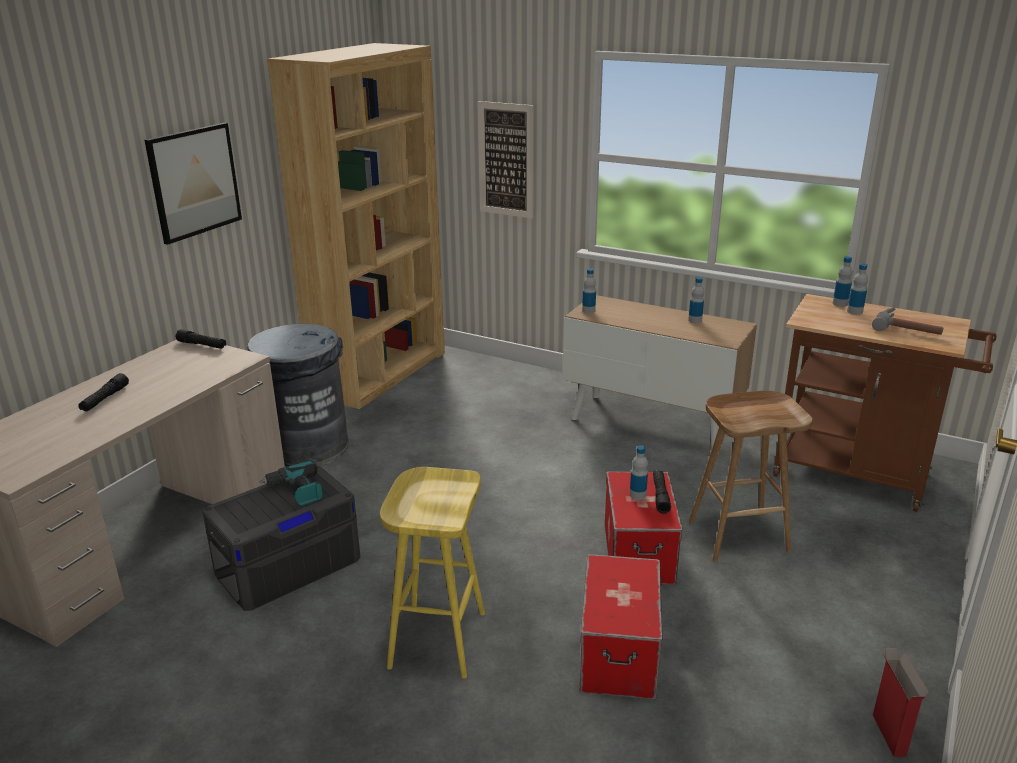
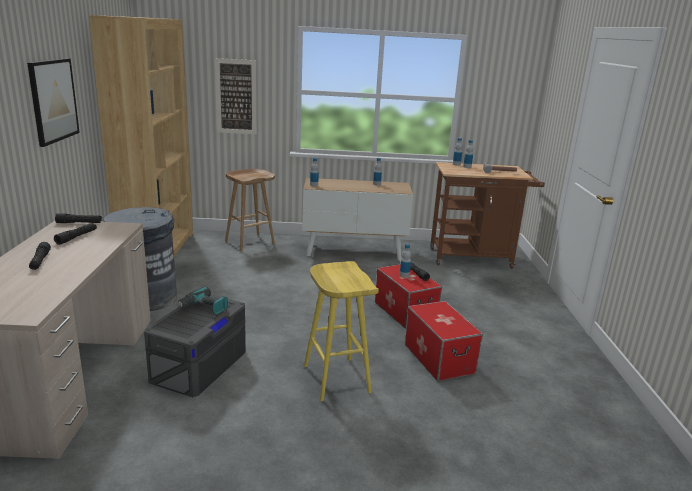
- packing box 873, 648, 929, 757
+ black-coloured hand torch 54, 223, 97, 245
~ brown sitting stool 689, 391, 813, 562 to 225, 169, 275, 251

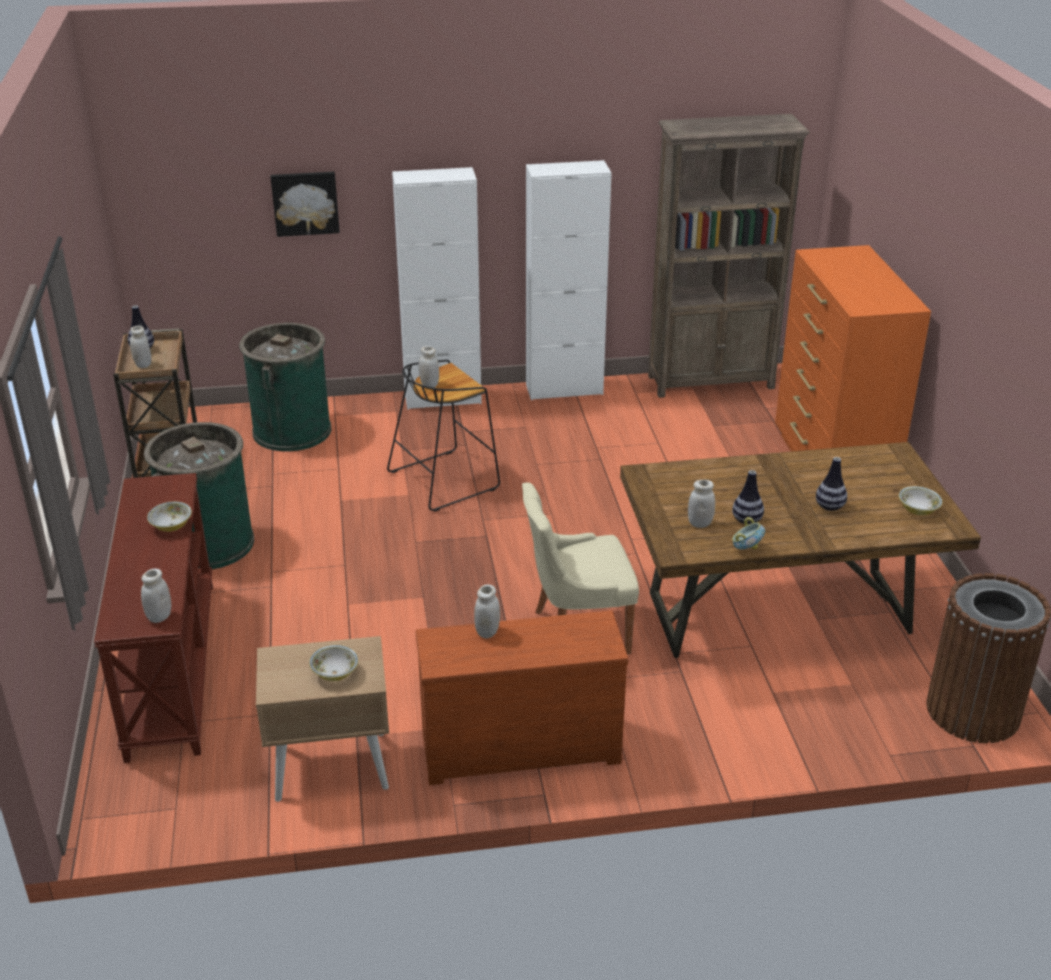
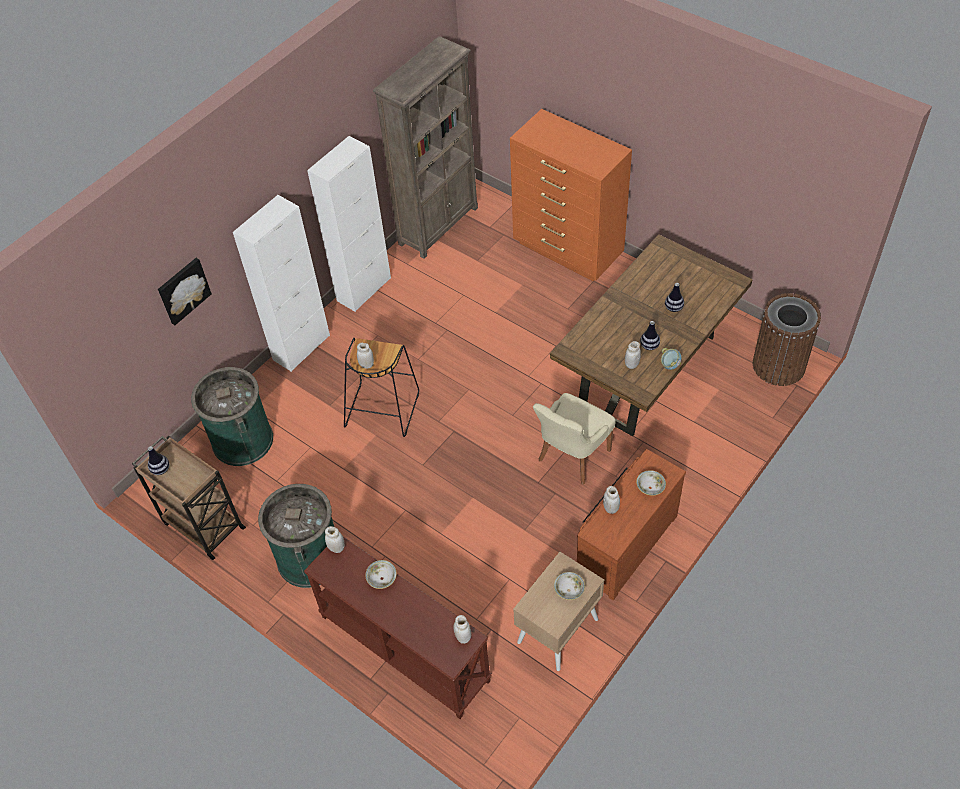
~ whitish storage jar 130, 326, 152, 368 to 325, 526, 344, 553
~ deep dish 899, 486, 943, 515 to 636, 470, 666, 496

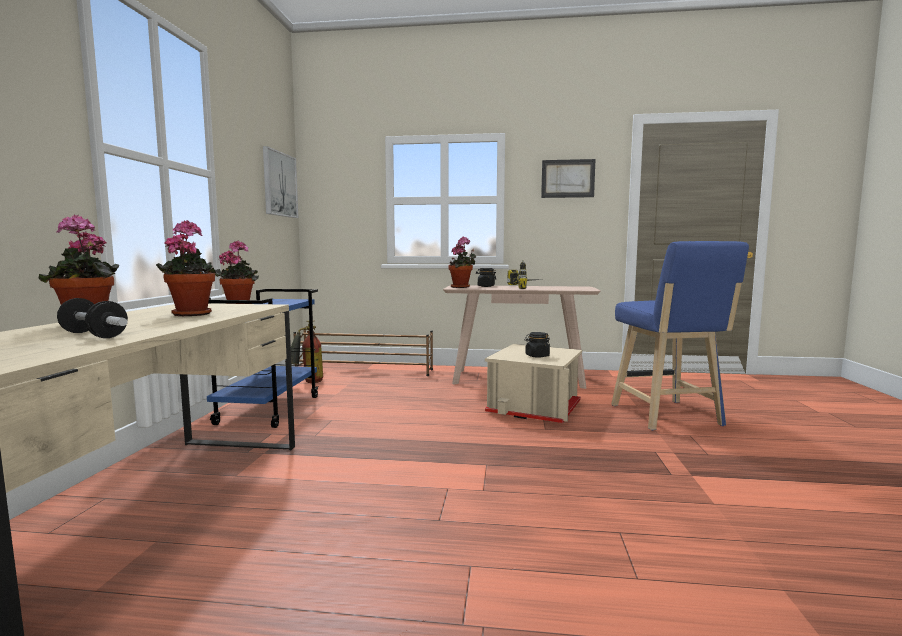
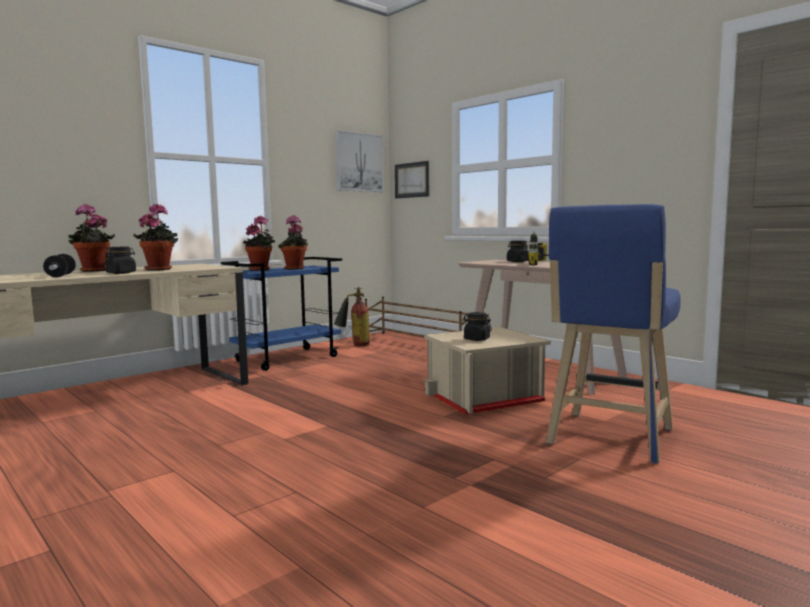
+ black-coloured storage jar 105, 247, 136, 274
~ houseplant 448, 237, 476, 288 to 278, 215, 308, 270
~ wall art 541, 159, 596, 198 to 395, 161, 429, 198

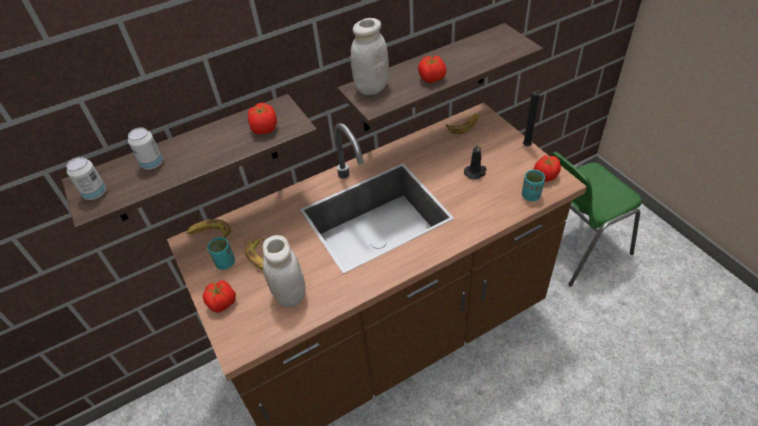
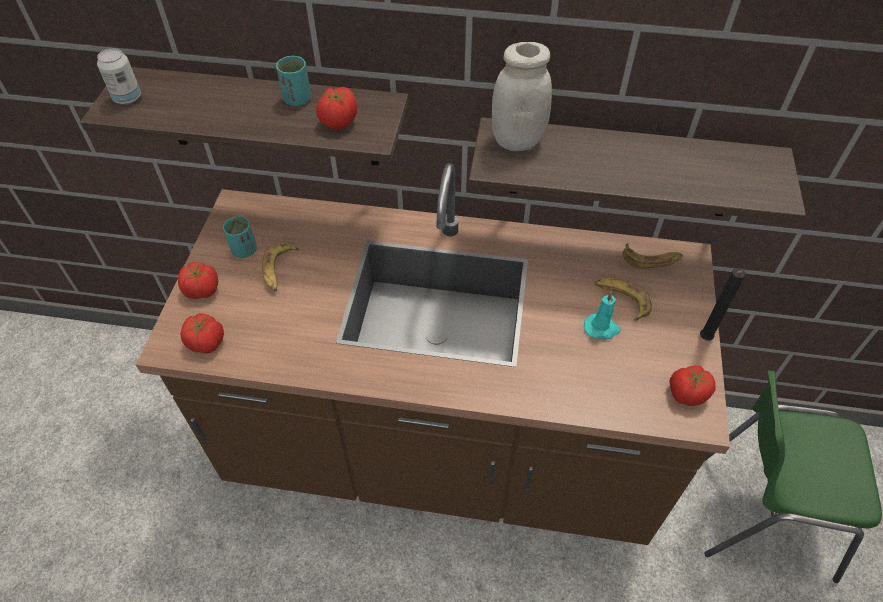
- metal can 128, 127, 163, 170
- whitish storage jar 263, 235, 306, 307
~ whole banana 187, 219, 231, 239 to 595, 278, 652, 321
~ fresh tomato 418, 55, 447, 83 to 180, 313, 224, 353
~ blue-green small cup 522, 170, 545, 201 to 276, 56, 311, 106
~ black-coloured candle 464, 143, 486, 180 to blue-green candle 584, 291, 621, 339

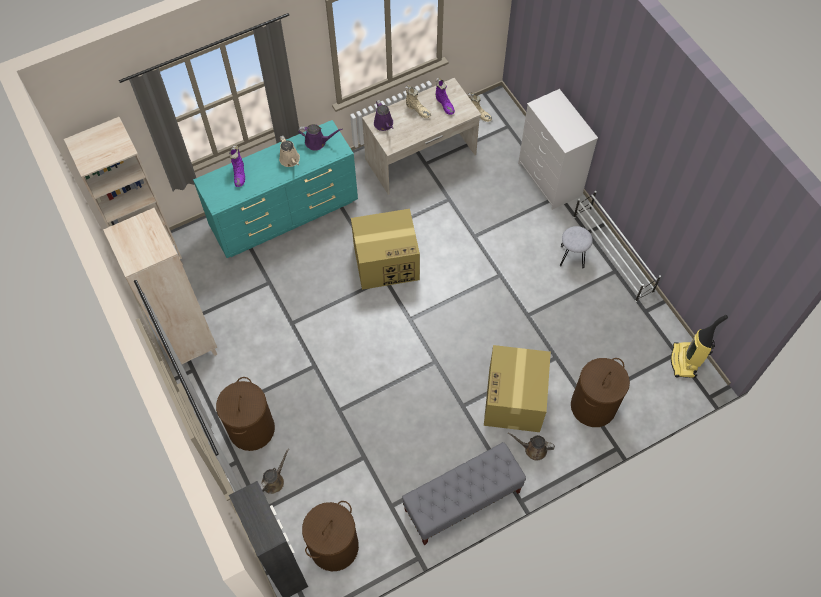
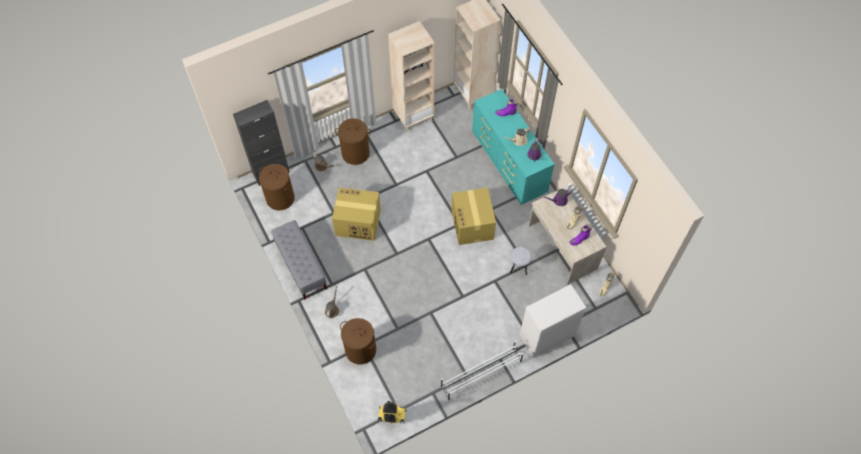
~ packing box 484, 345, 551, 432 to 332, 187, 381, 241
~ grey sitting stool 560, 226, 593, 268 to 510, 247, 532, 275

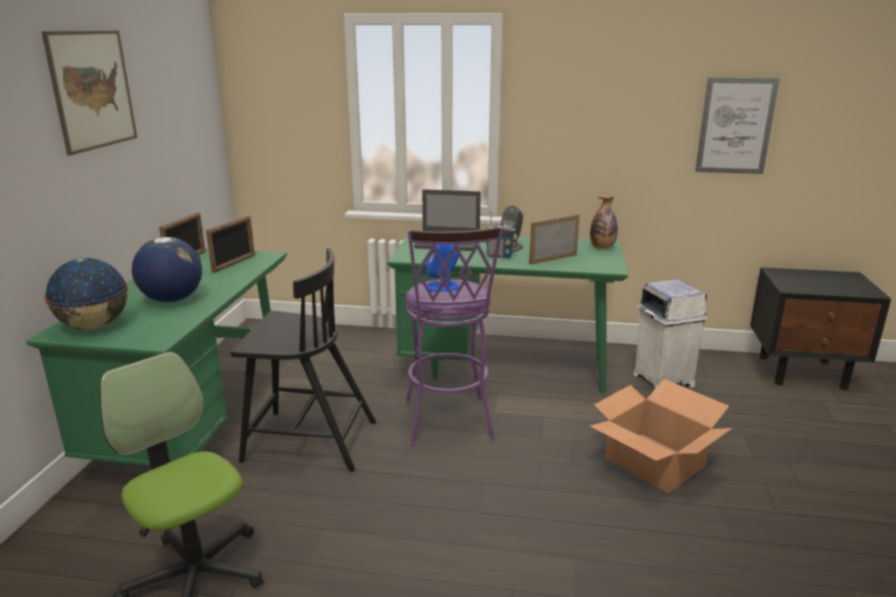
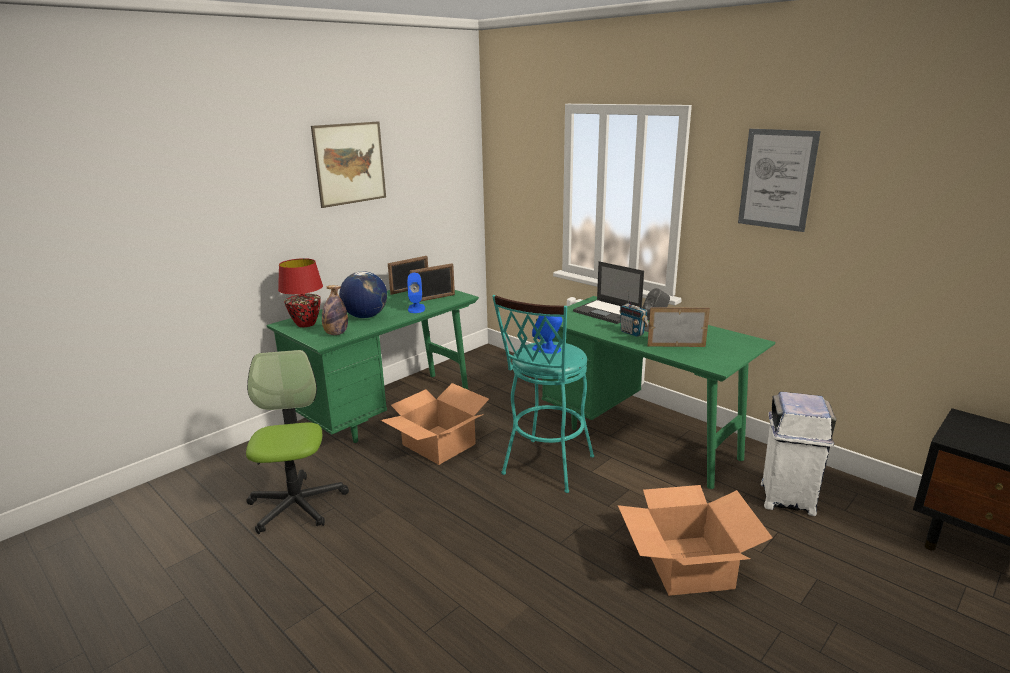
+ bluish audio speaker 407, 273, 425, 313
~ bottle 590, 196, 618, 249 to 322, 285, 348, 335
~ wall art 695, 77, 780, 174 to 738, 129, 821, 232
~ globe 44, 258, 128, 330 to red-coloured lamp for a table 278, 258, 323, 327
~ black-coloured plain chair 231, 248, 376, 472 to packing box 380, 383, 489, 465
~ purple-coloured sitting stool 405, 226, 503, 446 to blue-green sitting stool 492, 295, 594, 493

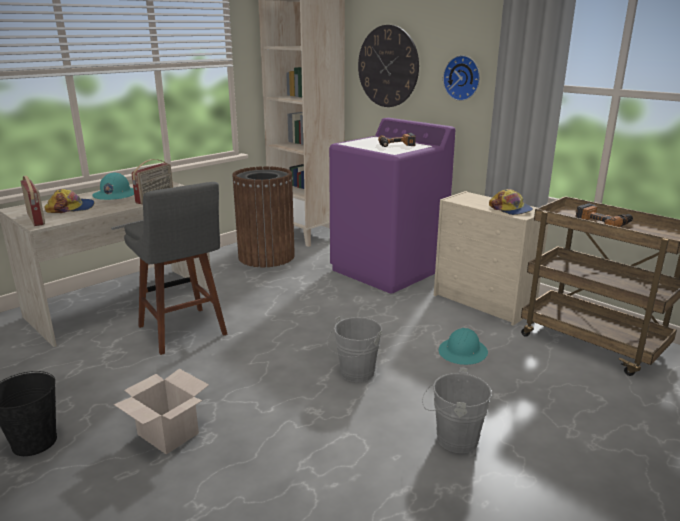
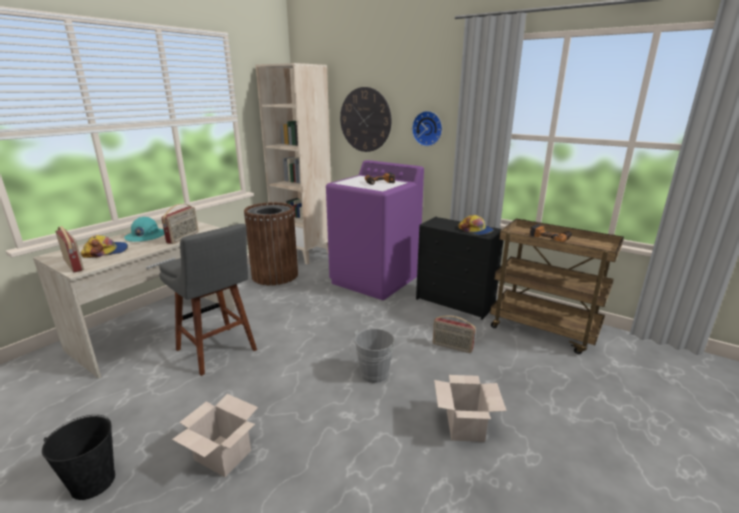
~ grey water bucket 422, 368, 492, 453 to packing box 434, 375, 507, 442
~ blue-green safety helmet 439, 328, 488, 365 to radio 433, 316, 476, 353
~ beige chest of drawers 434, 191, 549, 326 to black-coloured chest of drawers 416, 217, 504, 320

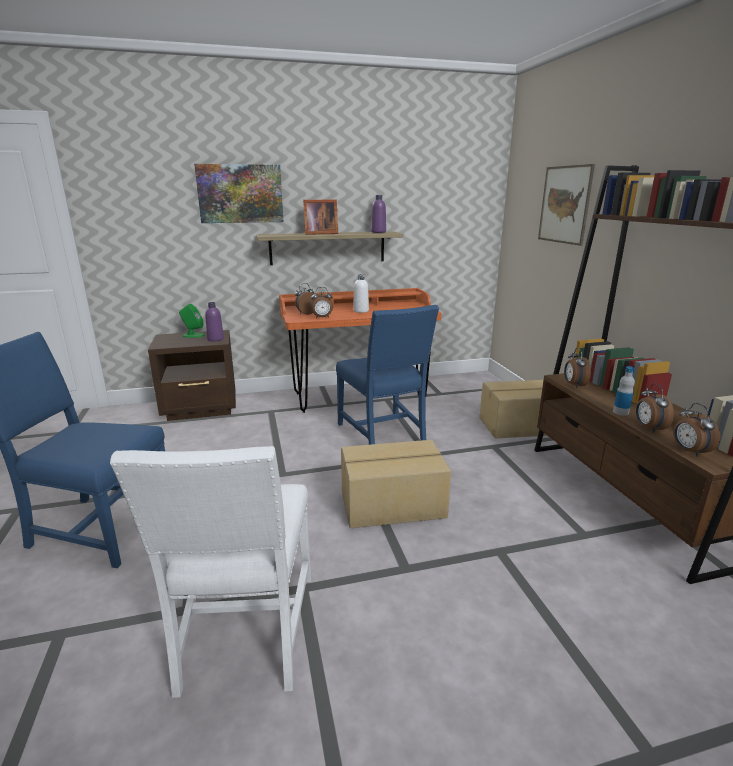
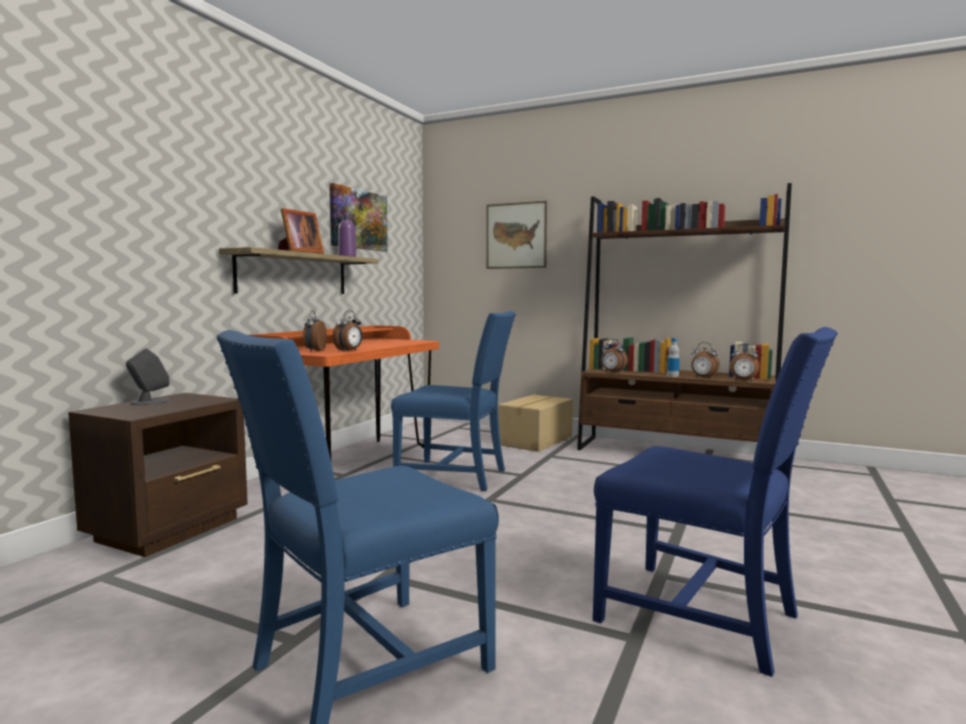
- purple-coloured bottle 205, 302, 224, 341
- packing box 341, 440, 451, 528
- whitish bottle 353, 274, 369, 313
~ wall art 194, 164, 283, 223 to 329, 183, 388, 252
~ whitish plain chair 110, 446, 311, 698 to bluish plain chair 593, 327, 838, 677
~ green-coloured audio speaker 179, 304, 205, 338 to grey audio speaker 126, 348, 171, 406

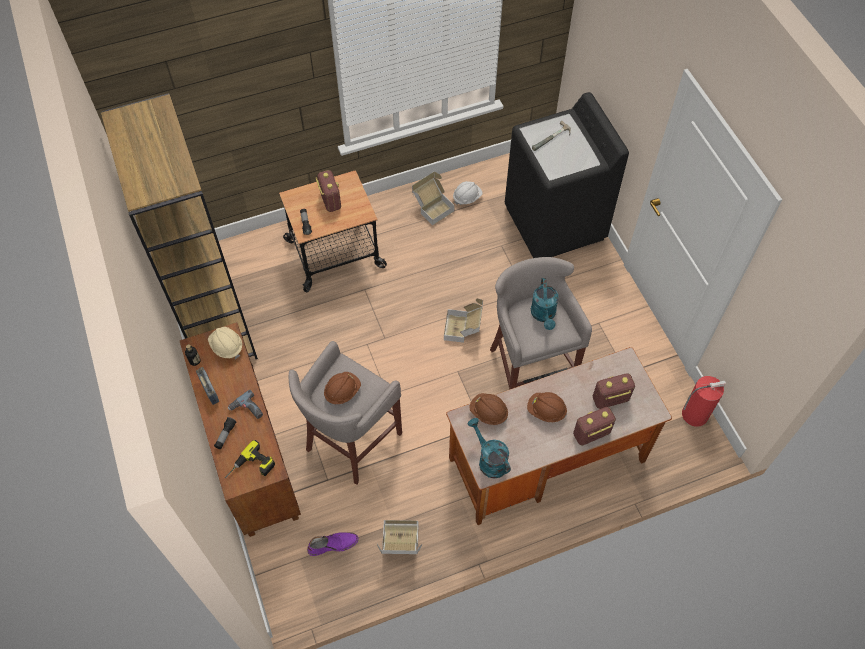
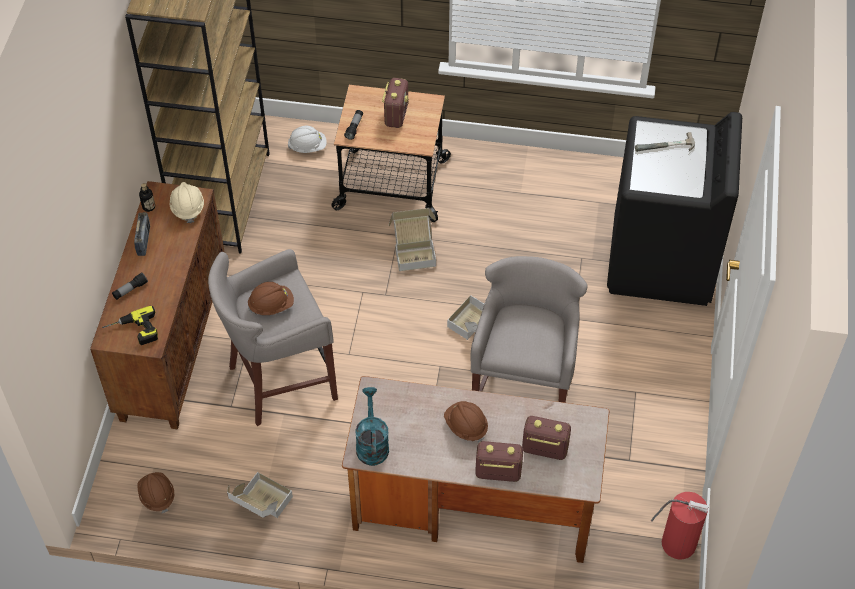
- power drill 228, 390, 263, 419
- purple-coloured boot 307, 532, 359, 556
- blue-green sprinkling can 531, 278, 559, 330
~ packing box 412, 172, 455, 225 to 389, 208, 436, 271
~ whitish safety helmet 453, 181, 482, 205 to 288, 126, 327, 153
~ brown safety helmet 469, 393, 508, 425 to 138, 472, 174, 513

